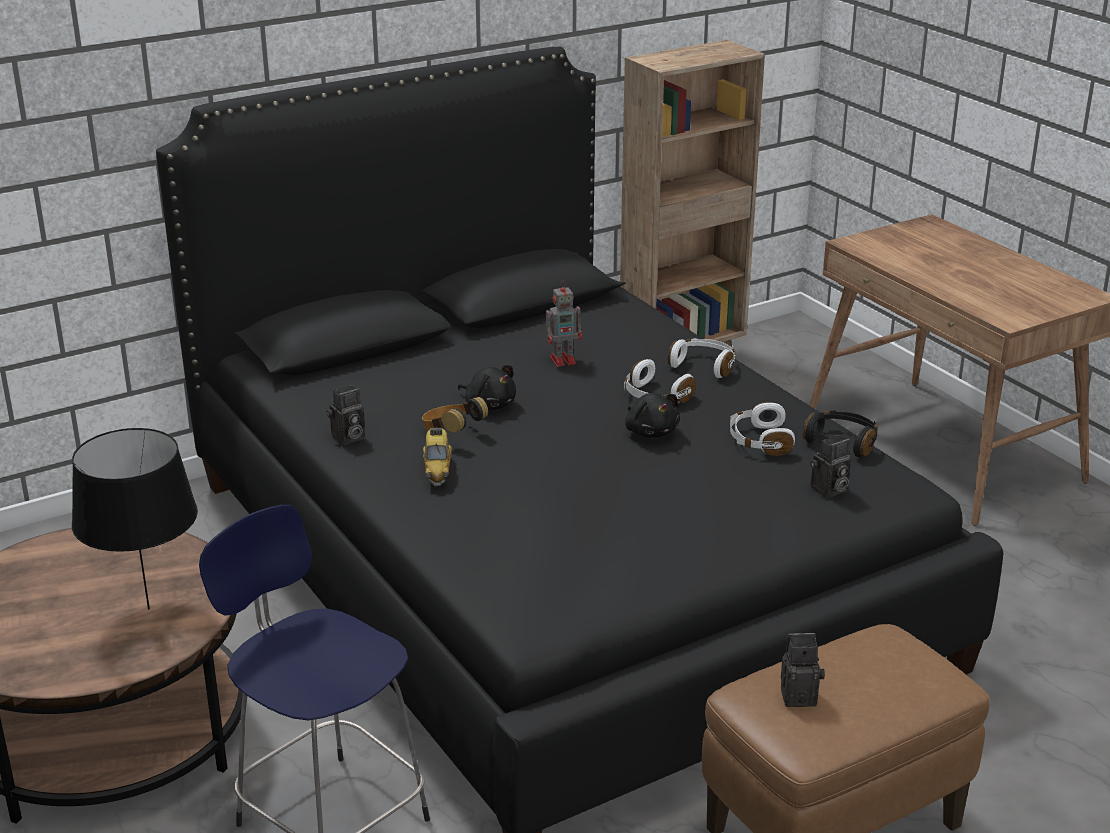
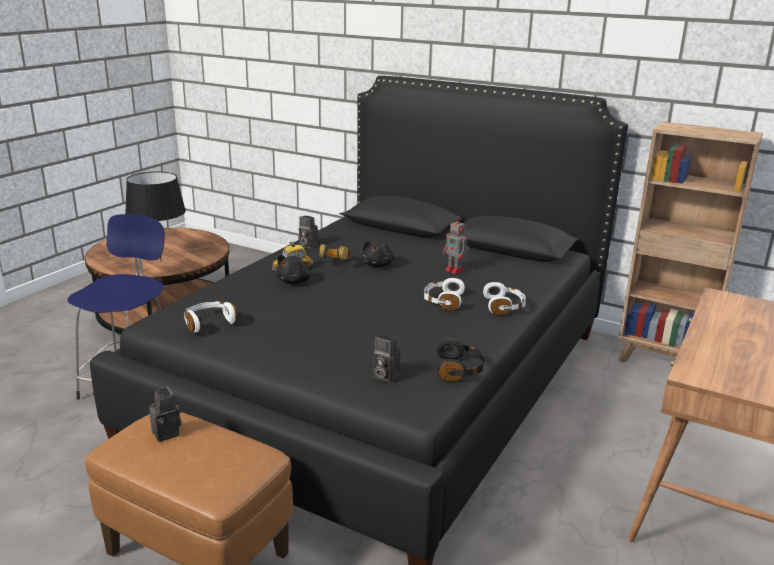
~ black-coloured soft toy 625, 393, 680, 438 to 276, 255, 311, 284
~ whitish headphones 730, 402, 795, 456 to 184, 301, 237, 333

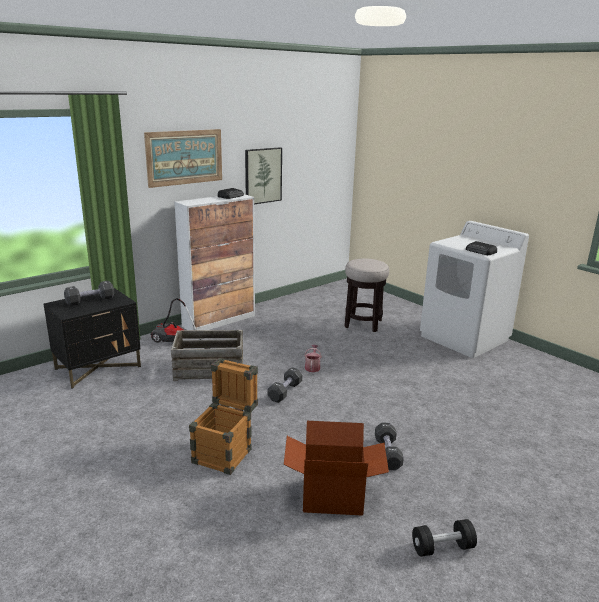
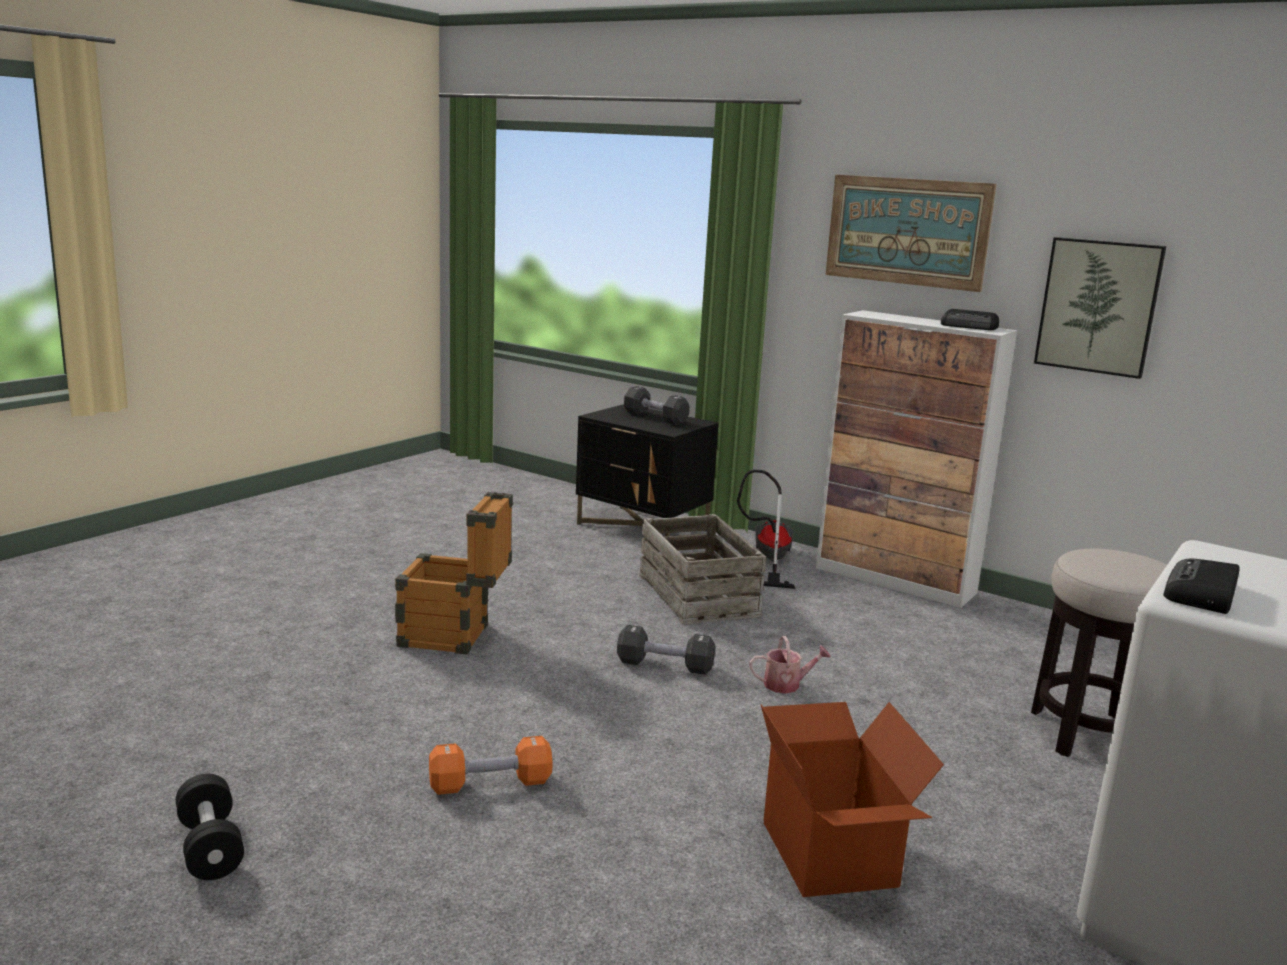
~ packing box 284, 421, 389, 516 to 761, 702, 944, 897
~ black-coloured free weight 375, 423, 404, 470 to orange-coloured free weight 429, 736, 553, 795

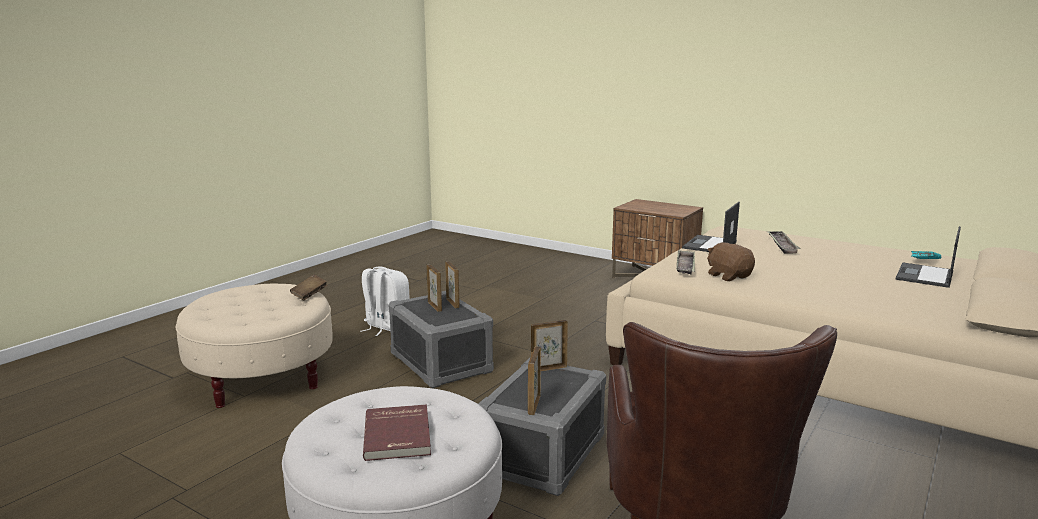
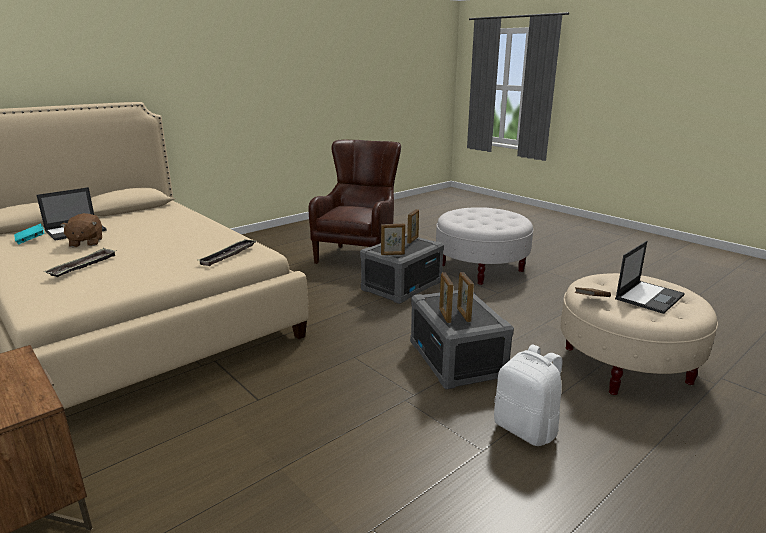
- red-coloured bound book 363, 404, 431, 461
~ laptop 682, 202, 740, 252 to 615, 241, 685, 314
~ brown soft toy 707, 242, 755, 281 to 60, 213, 102, 247

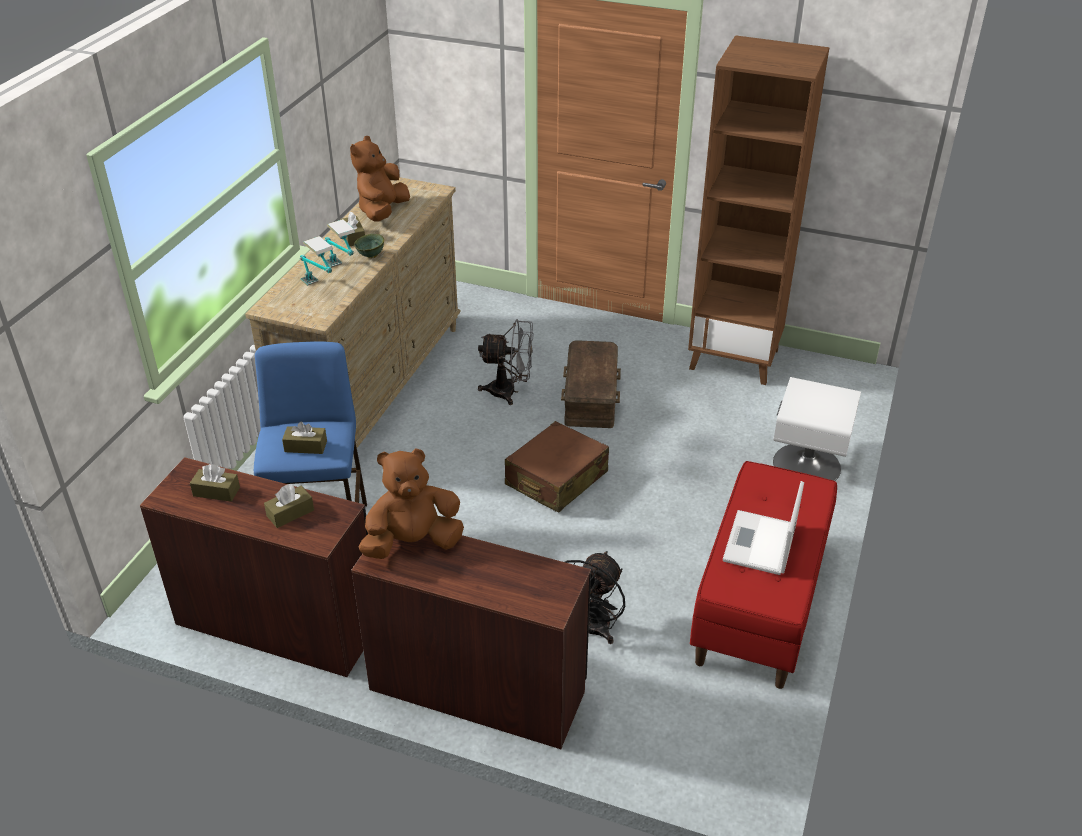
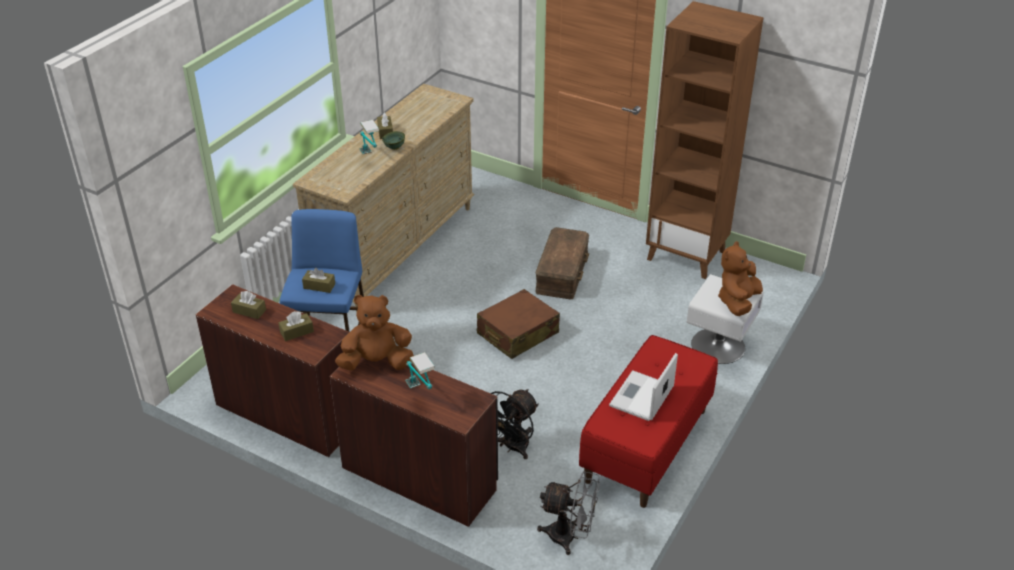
~ lamp for a table 300, 236, 333, 286 to 405, 352, 435, 389
~ brown soft toy 350, 136, 410, 222 to 718, 241, 763, 316
~ grey electric fan 478, 319, 534, 405 to 537, 471, 600, 555

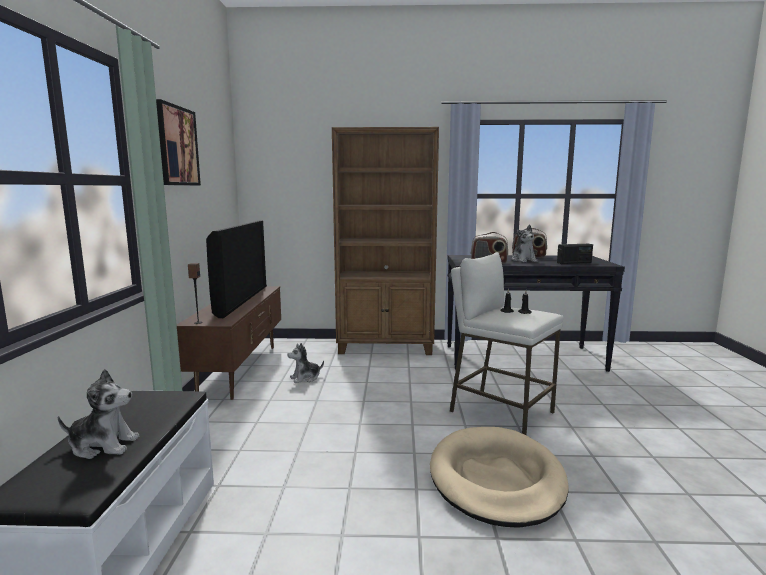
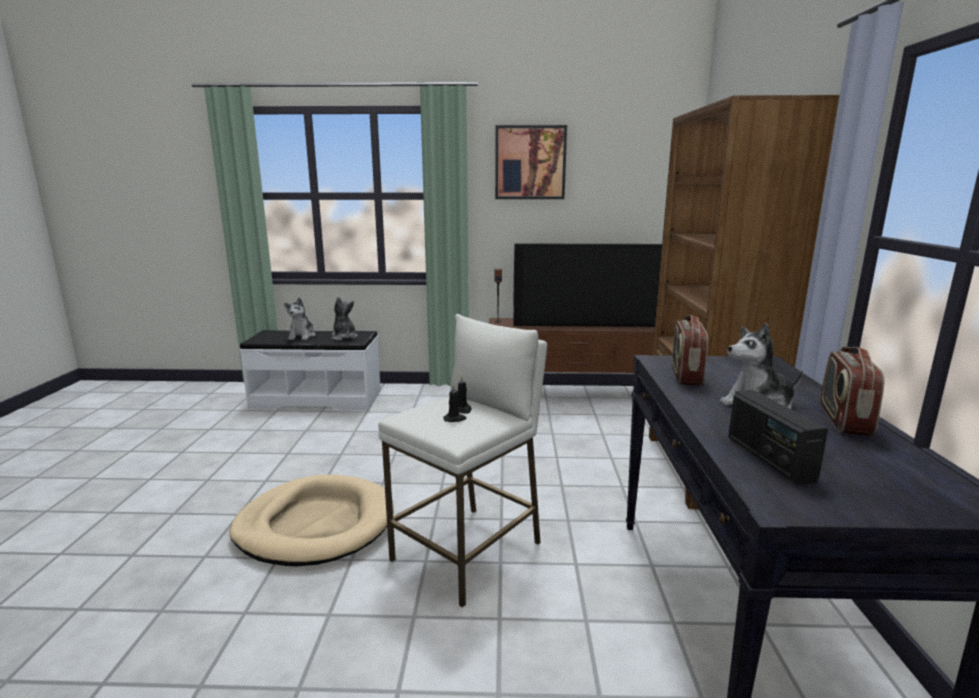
~ soft toy 287, 343, 324, 383 to 331, 297, 358, 341

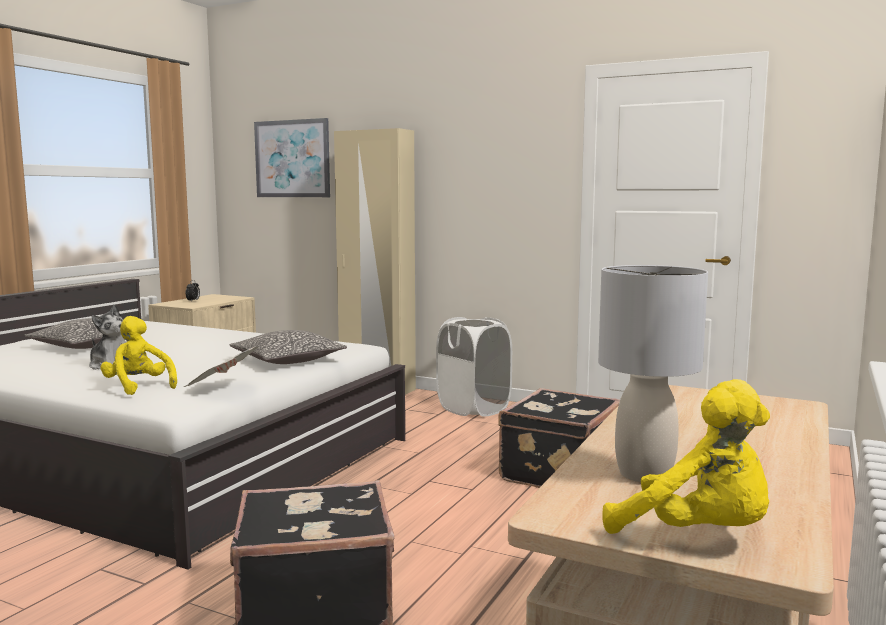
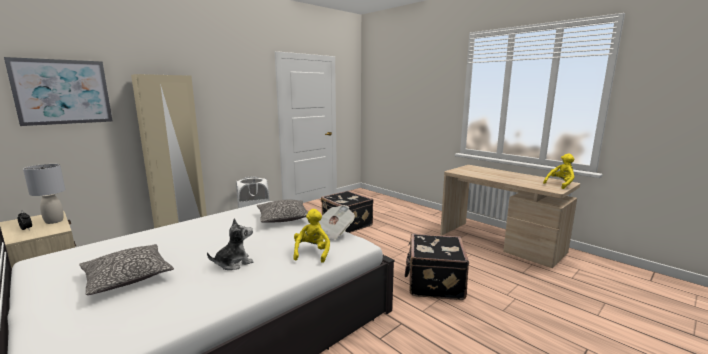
~ grey lamp for a table 598, 265, 708, 482 to 23, 164, 65, 224
~ yellow soft toy 100, 316, 177, 395 = 293, 209, 330, 263 120 degrees clockwise

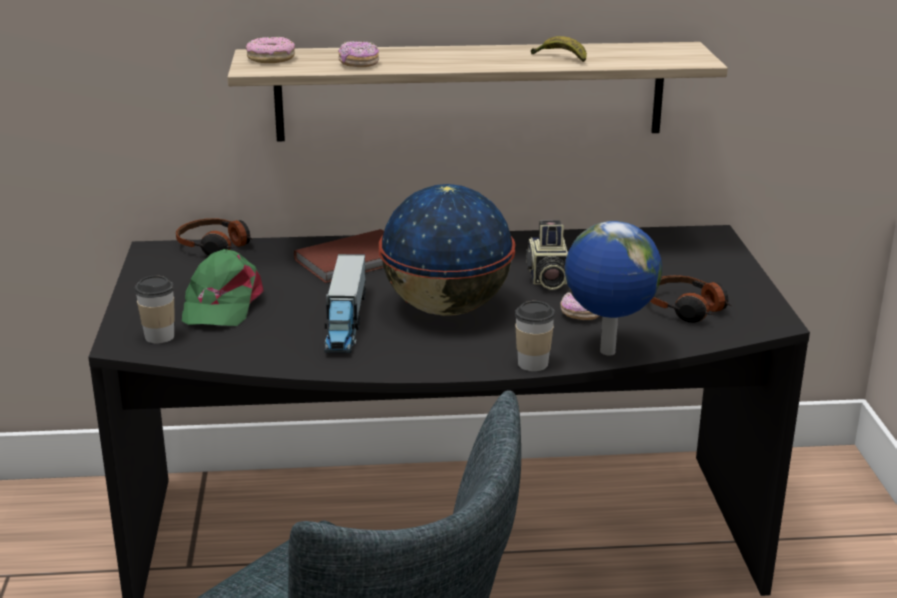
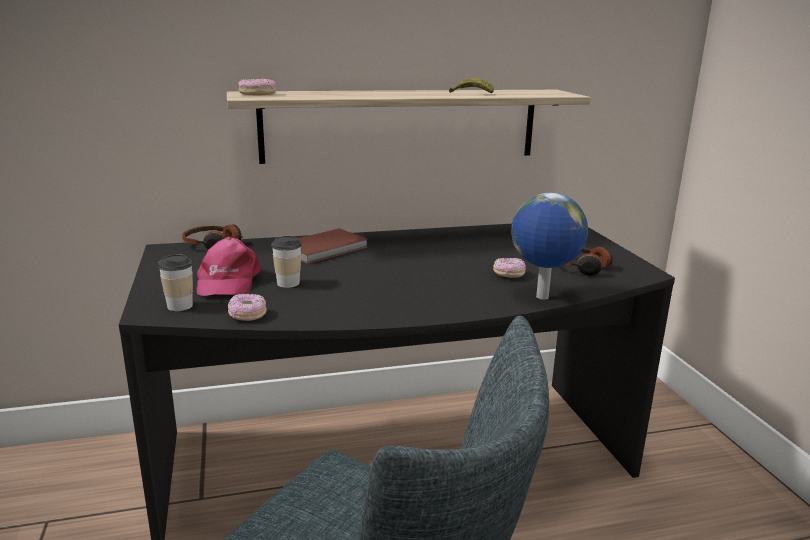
- toy truck 324, 254, 366, 353
- globe 379, 184, 516, 316
- photo camera 526, 220, 568, 290
~ doughnut 338, 41, 379, 67 to 228, 293, 267, 321
~ small cup 515, 301, 555, 371 to 272, 236, 302, 288
~ green-coloured peaked cap 182, 249, 264, 326 to pink peaked cap 196, 237, 262, 296

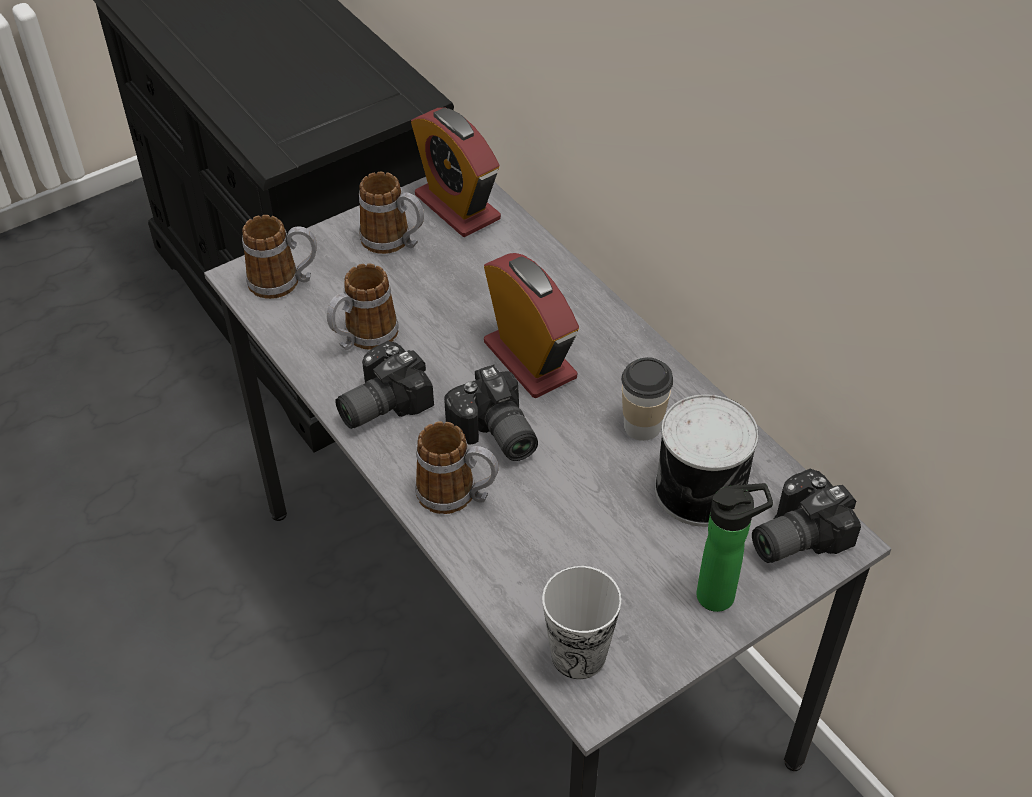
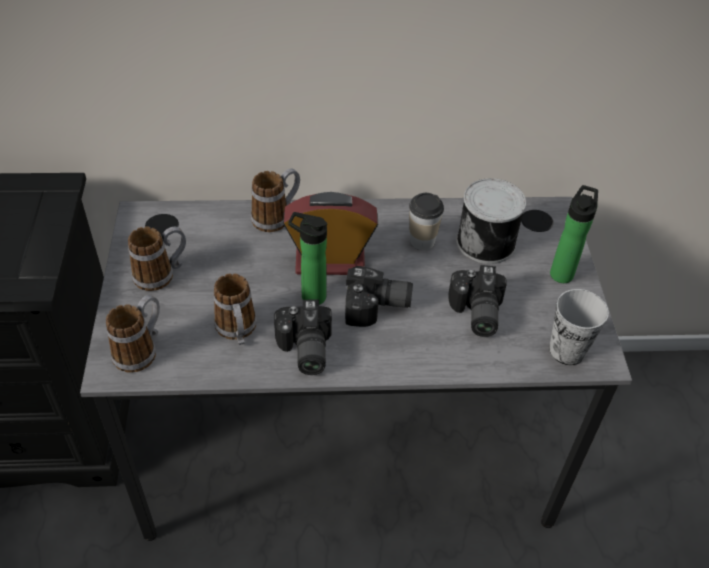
- bedside clock 411, 107, 501, 237
+ bottle 288, 212, 327, 305
~ tea mug 415, 421, 499, 514 to 251, 168, 300, 232
~ photo camera 752, 468, 861, 563 to 448, 265, 506, 337

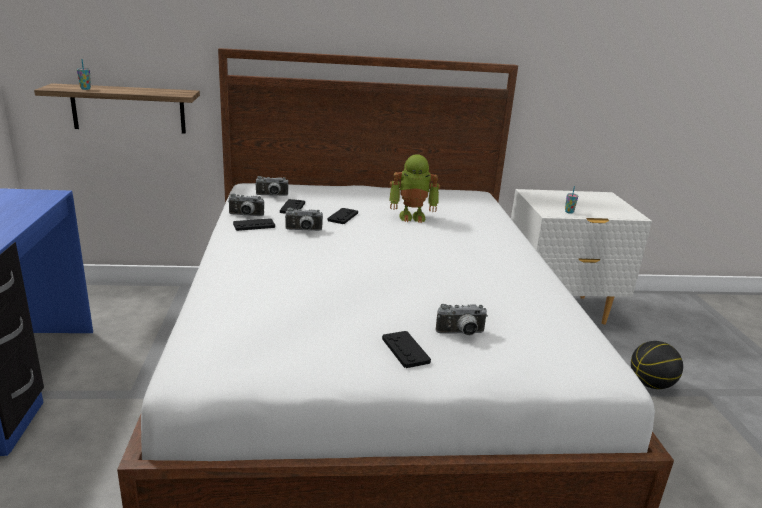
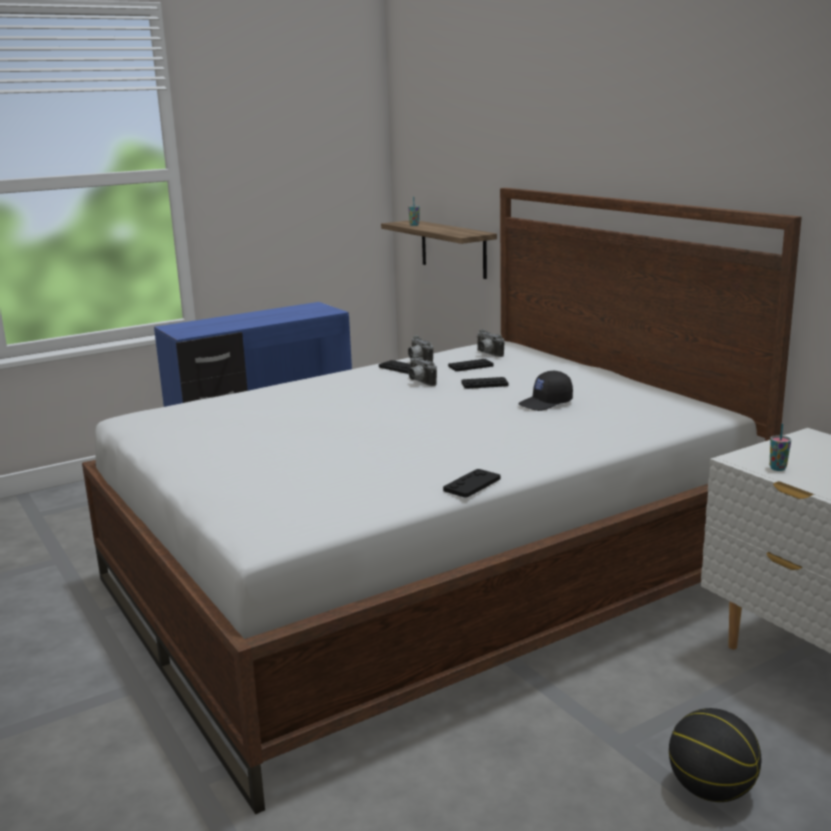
- photo camera 436, 304, 488, 336
~ black-coloured gamepad 382, 331, 431, 368 to 443, 469, 501, 498
~ toy robot 390, 154, 440, 223 to black-coloured peaked cap 518, 371, 573, 411

